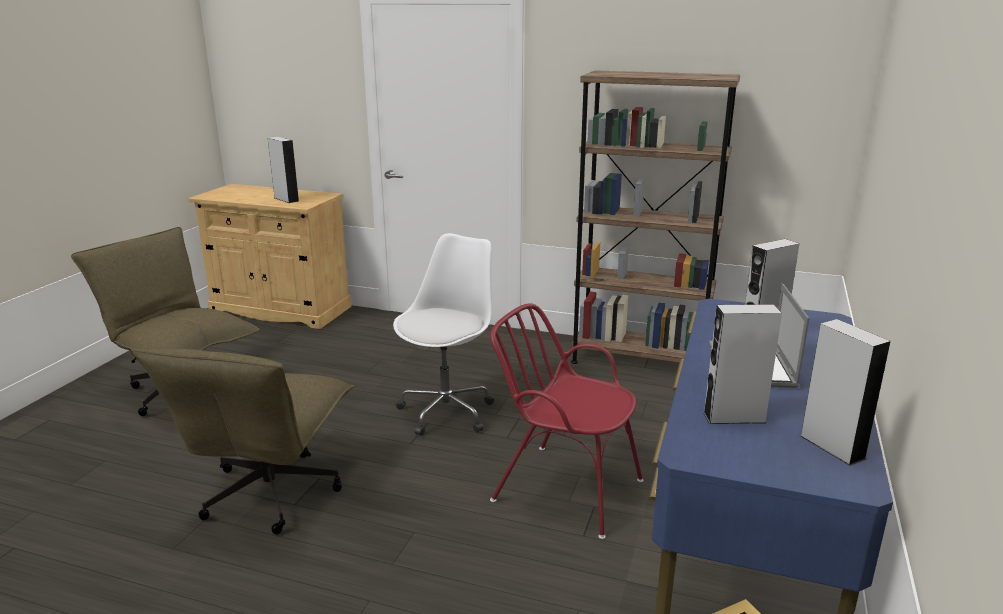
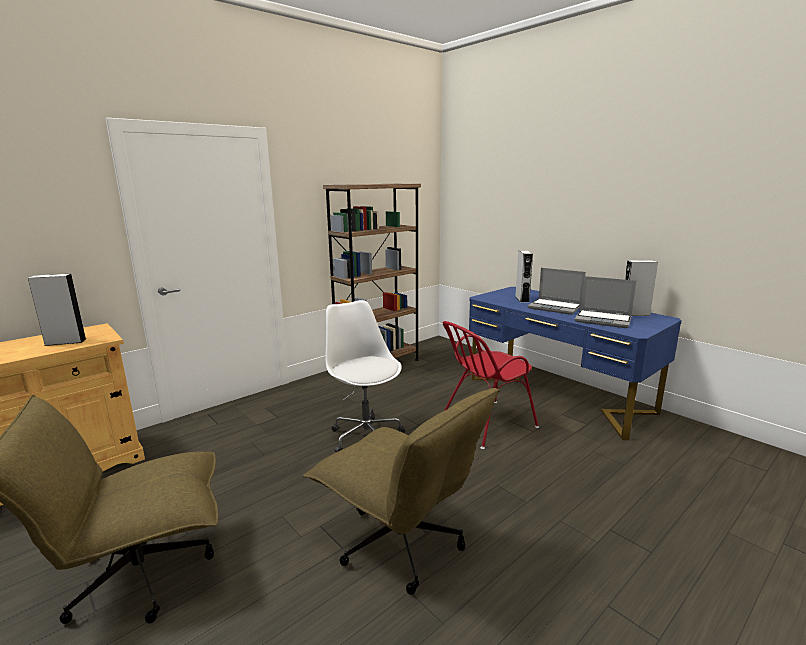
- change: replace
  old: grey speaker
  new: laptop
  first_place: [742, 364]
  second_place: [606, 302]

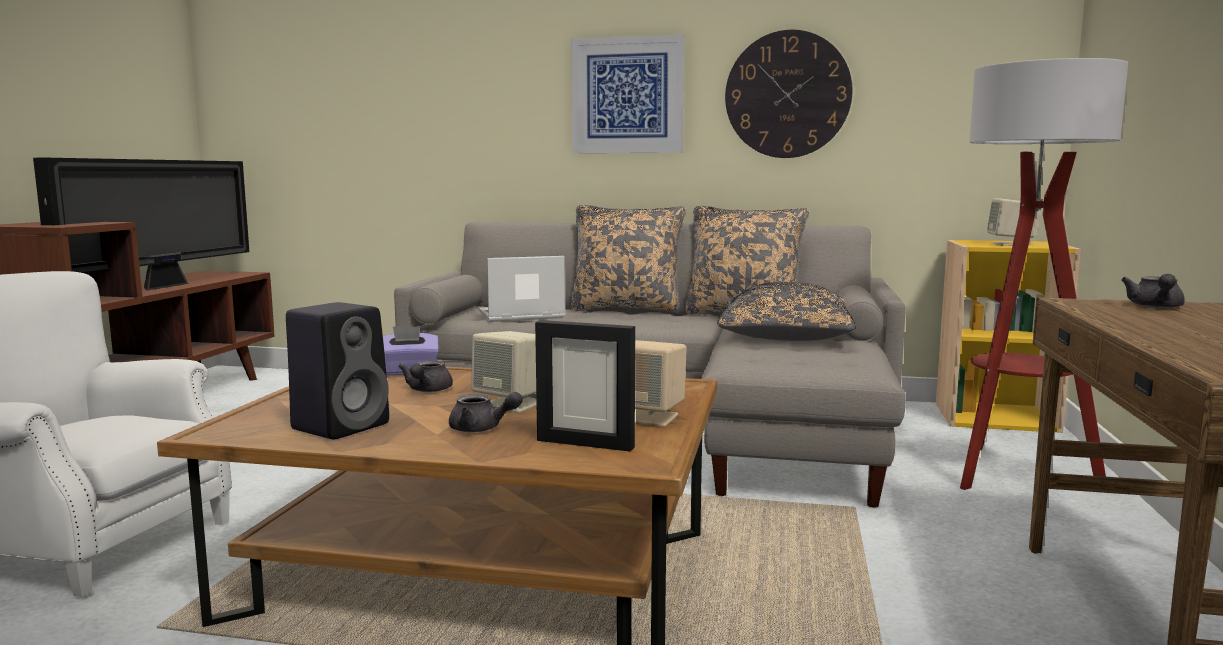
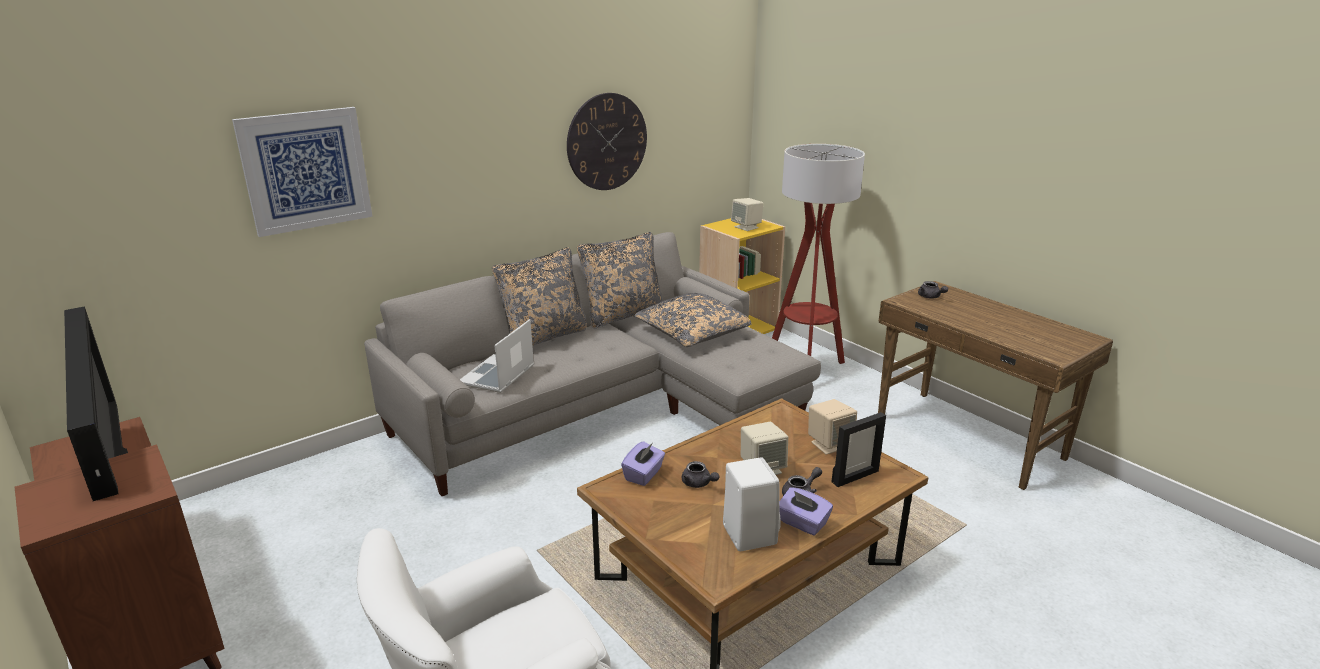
- change: move
  old: picture
  first_place: [627, 94]
  second_place: [302, 172]
- change: recolor
  old: black speaker
  new: white speaker
  first_place: [337, 370]
  second_place: [752, 504]
- change: insert
  new: purple tissue box
  second_place: [806, 511]

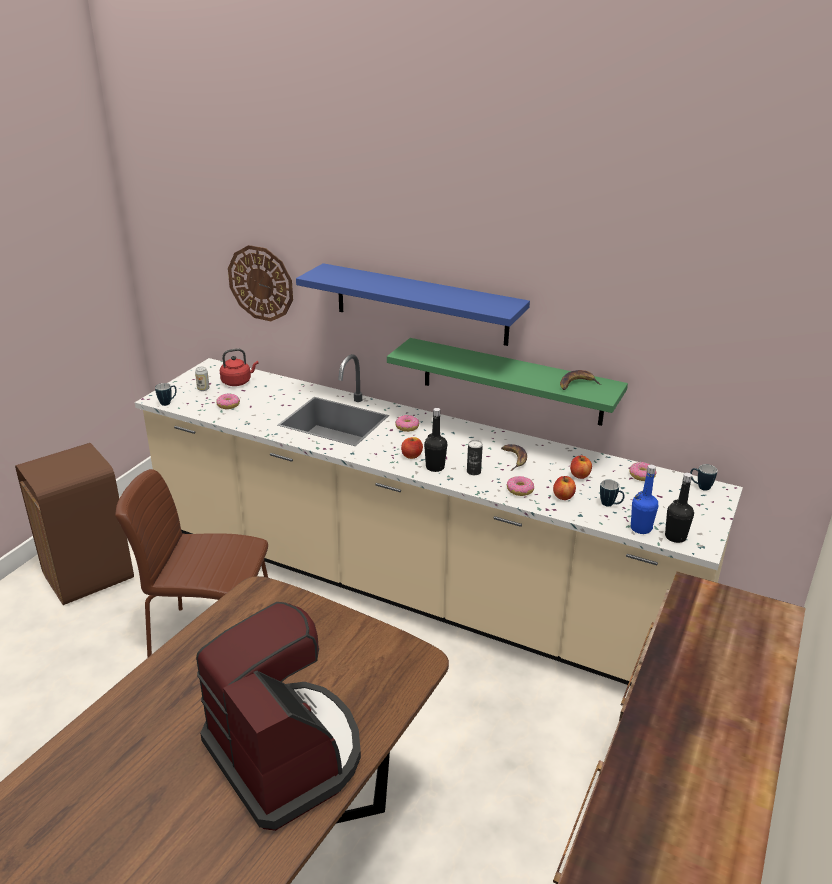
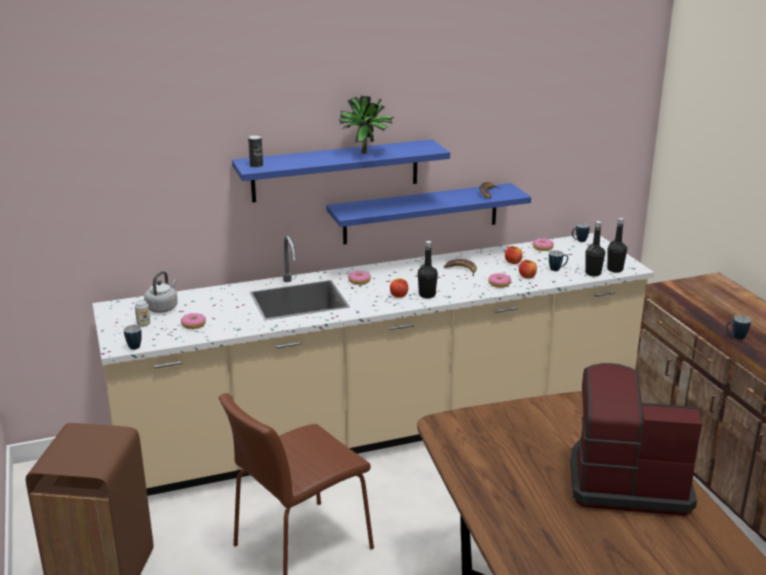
- change: recolor
  old: red kettle
  new: grey kettle
  first_place: [239, 367]
  second_place: [161, 292]
- change: move
  old: can
  first_place: [475, 457]
  second_place: [255, 151]
- change: recolor
  old: green shelf
  new: blue shelf
  first_place: [507, 382]
  second_place: [429, 213]
- change: insert
  new: potted plant
  second_place: [366, 124]
- change: recolor
  old: blue bottle
  new: black bottle
  first_place: [644, 499]
  second_place: [595, 248]
- change: insert
  new: mug
  second_place: [738, 327]
- change: delete
  old: wall clock
  first_place: [260, 283]

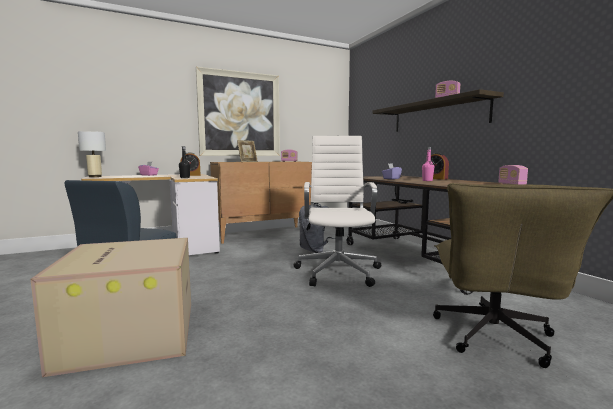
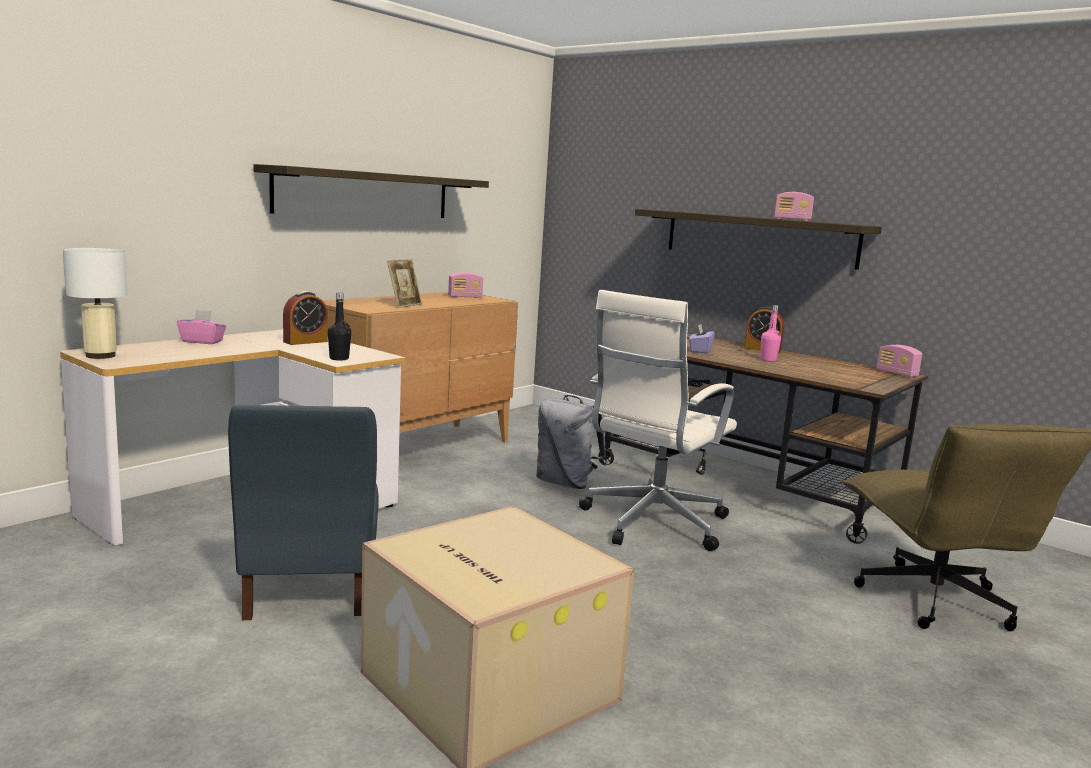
- change: replace
  old: picture
  new: shelf
  first_place: [238, 111]
  second_place: [371, 191]
- change: rotate
  old: white office chair
  first_place: [337, 211]
  second_place: [658, 420]
  degrees: -120

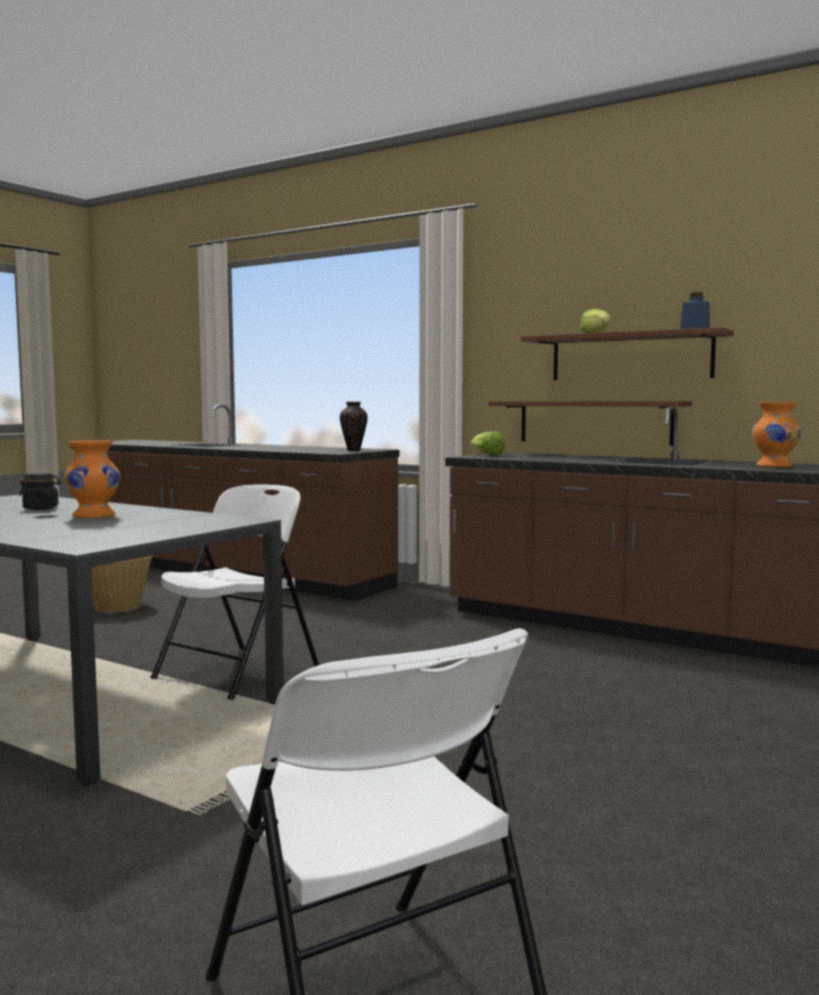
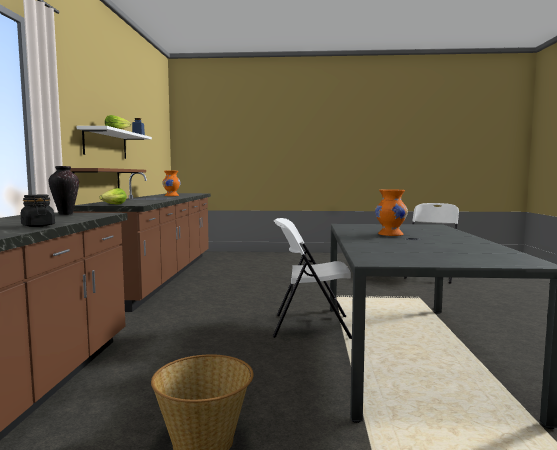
- change: move
  old: black jar
  first_place: [40, 491]
  second_place: [38, 211]
- change: recolor
  old: brown shelf
  new: white shelf
  first_place: [627, 353]
  second_place: [114, 142]

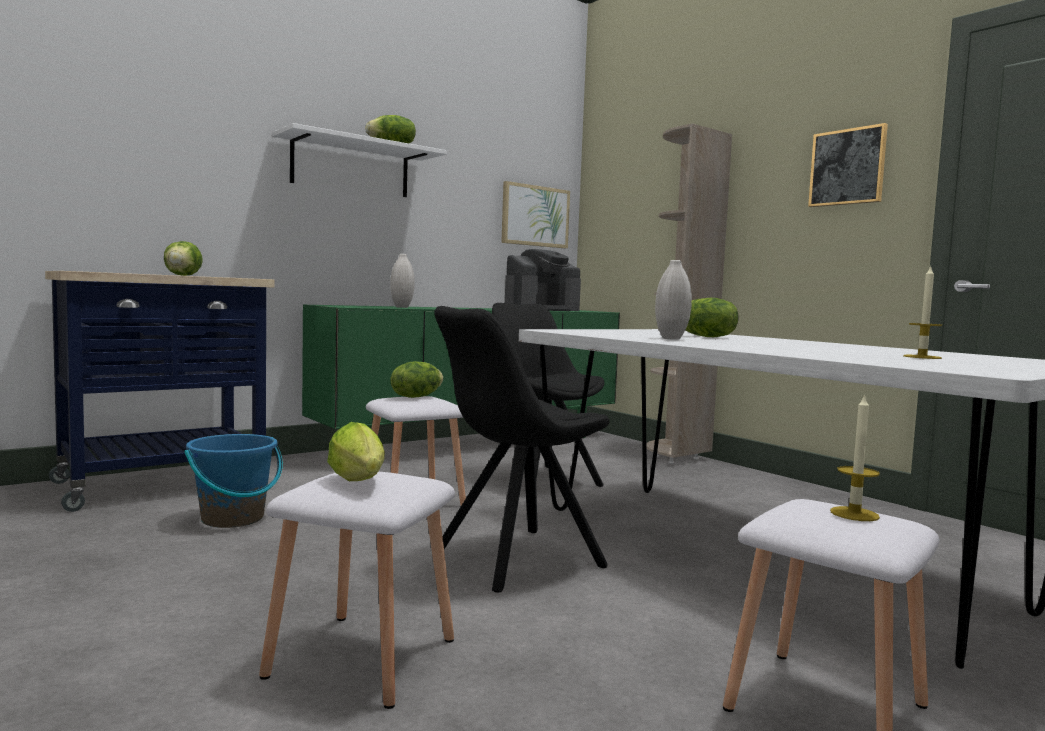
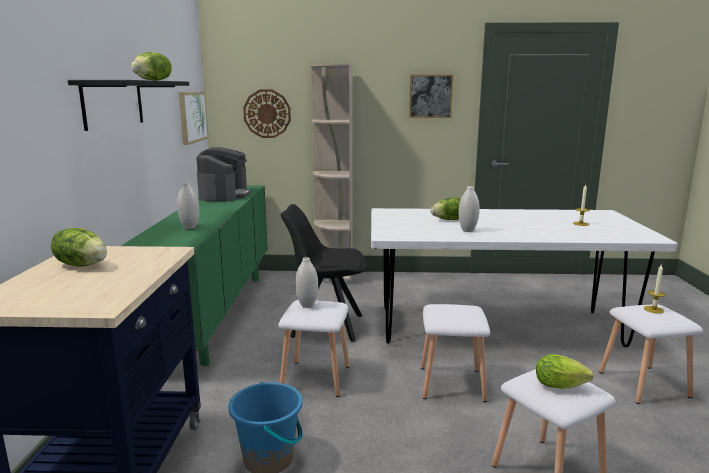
- change: recolor
  old: white shelf
  new: black shelf
  first_place: [360, 160]
  second_place: [128, 105]
- change: insert
  new: wall clock
  second_place: [267, 114]
- change: replace
  old: lettuce
  new: white vase
  first_place: [416, 379]
  second_place: [306, 282]
- change: replace
  old: black chair
  new: white stool
  first_place: [522, 449]
  second_place: [455, 353]

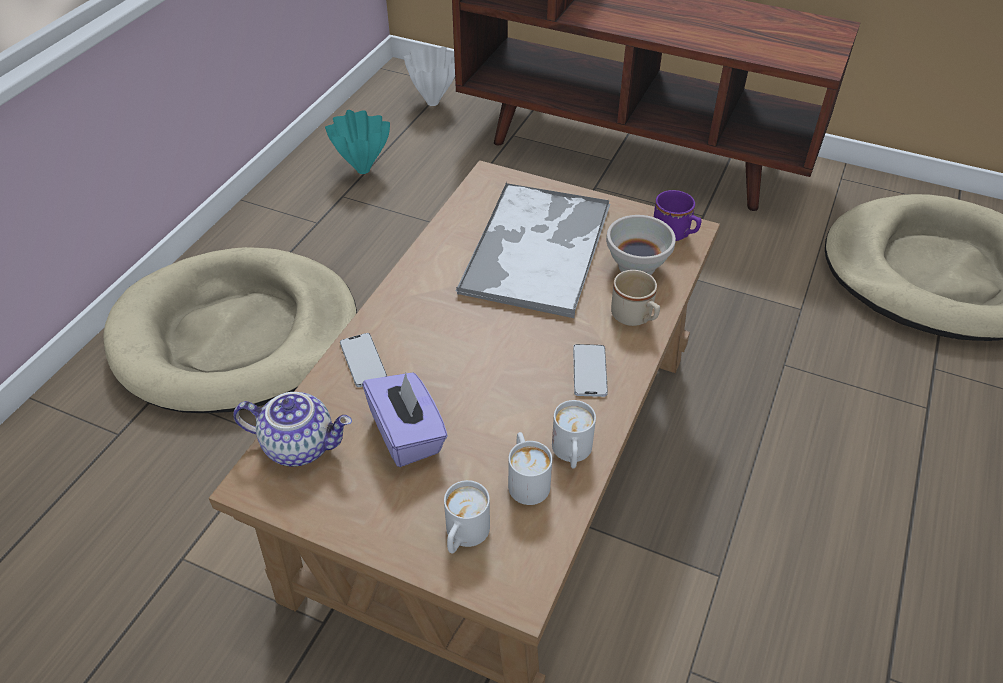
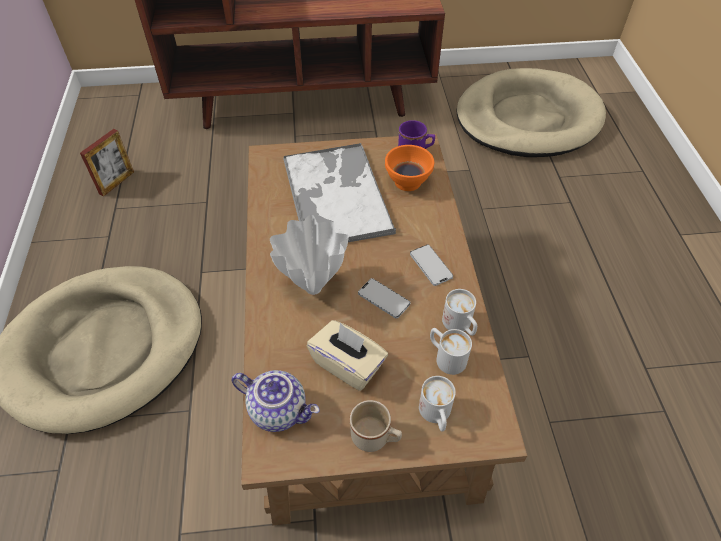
- change: replace
  old: turquoise vase
  new: picture frame
  first_place: [357, 142]
  second_place: [107, 163]
- change: rotate
  old: teapot
  first_place: [292, 429]
  second_place: [275, 401]
  degrees: 45
- change: move
  old: white vase
  first_place: [429, 76]
  second_place: [309, 255]
- change: recolor
  old: purple tissue box
  new: beige tissue box
  first_place: [405, 419]
  second_place: [347, 355]
- change: move
  old: beige mug
  first_place: [635, 298]
  second_place: [376, 426]
- change: move
  old: phone
  first_place: [363, 360]
  second_place: [384, 298]
- change: recolor
  old: white bowl
  new: orange bowl
  first_place: [641, 245]
  second_place: [409, 168]

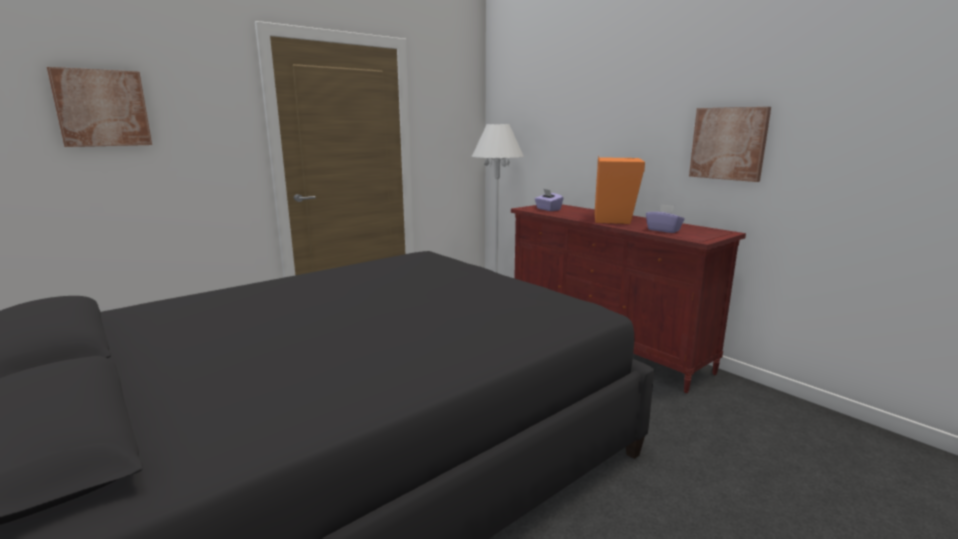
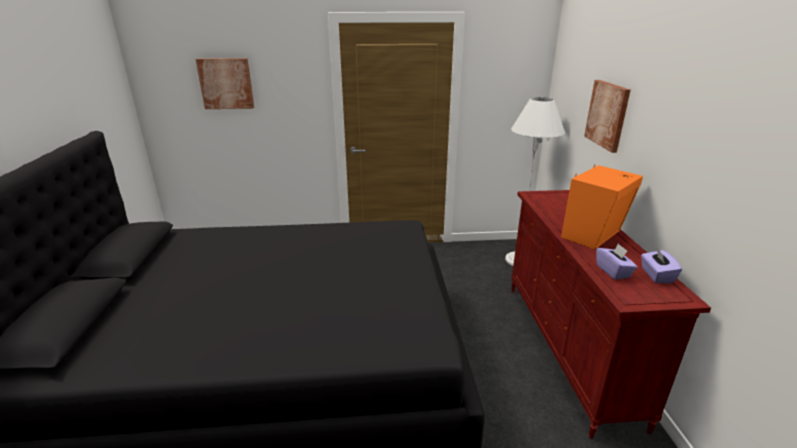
- change: move
  old: picture
  first_place: [730, 144]
  second_place: [607, 116]
- change: move
  old: purple tissue box
  first_place: [549, 200]
  second_place: [661, 265]

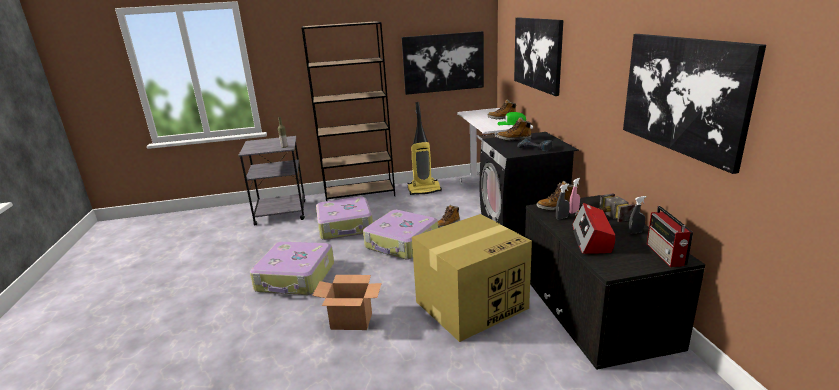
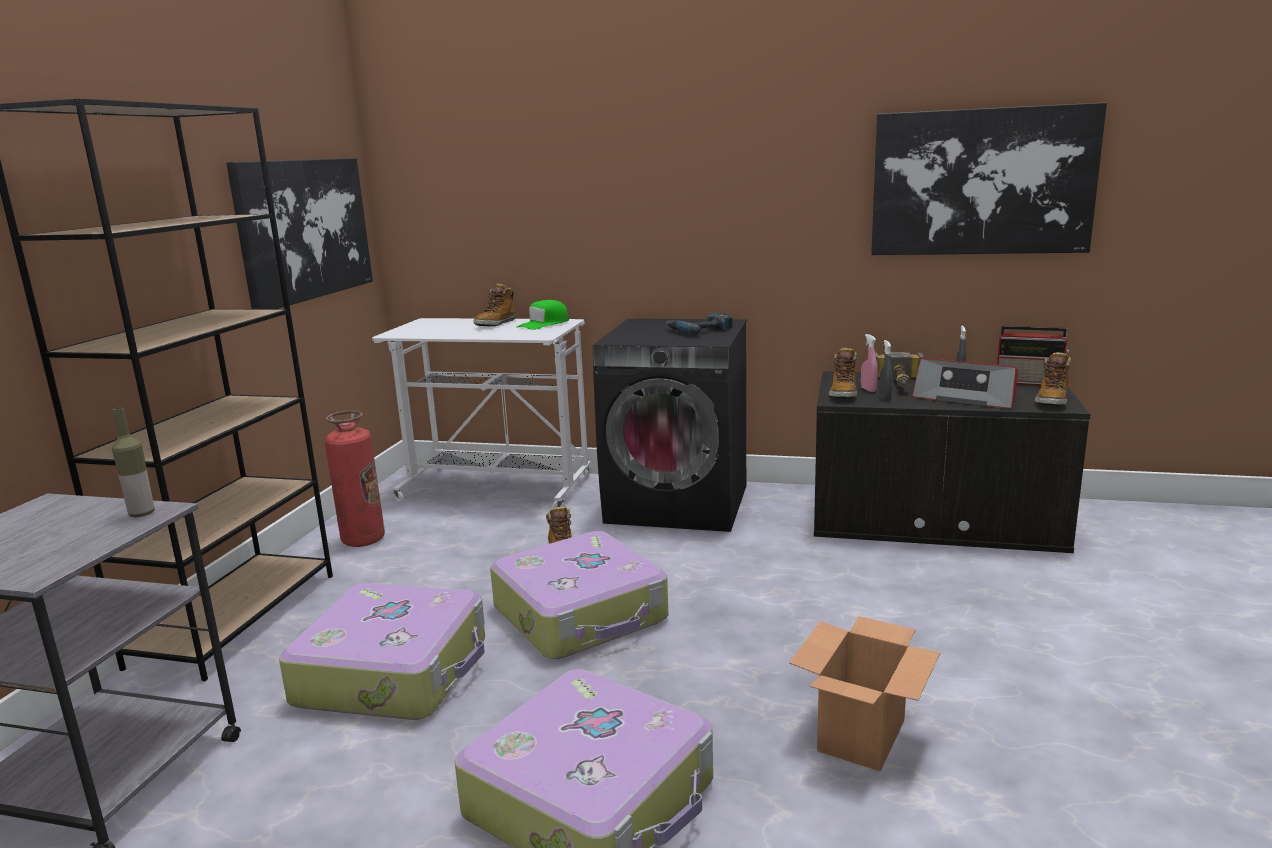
- change: replace
  old: vacuum cleaner
  new: fire extinguisher
  first_place: [425, 148]
  second_place: [355, 478]
- change: move
  old: boot
  first_place: [514, 129]
  second_place: [1053, 379]
- change: delete
  old: cardboard box
  first_place: [472, 278]
- change: delete
  old: picture
  first_place: [538, 56]

